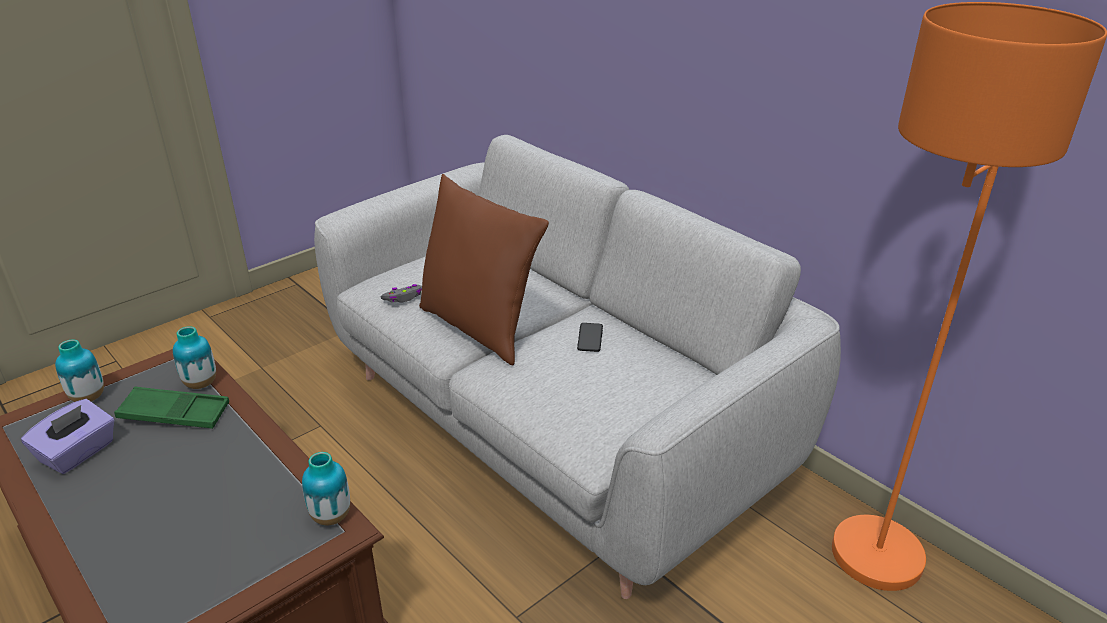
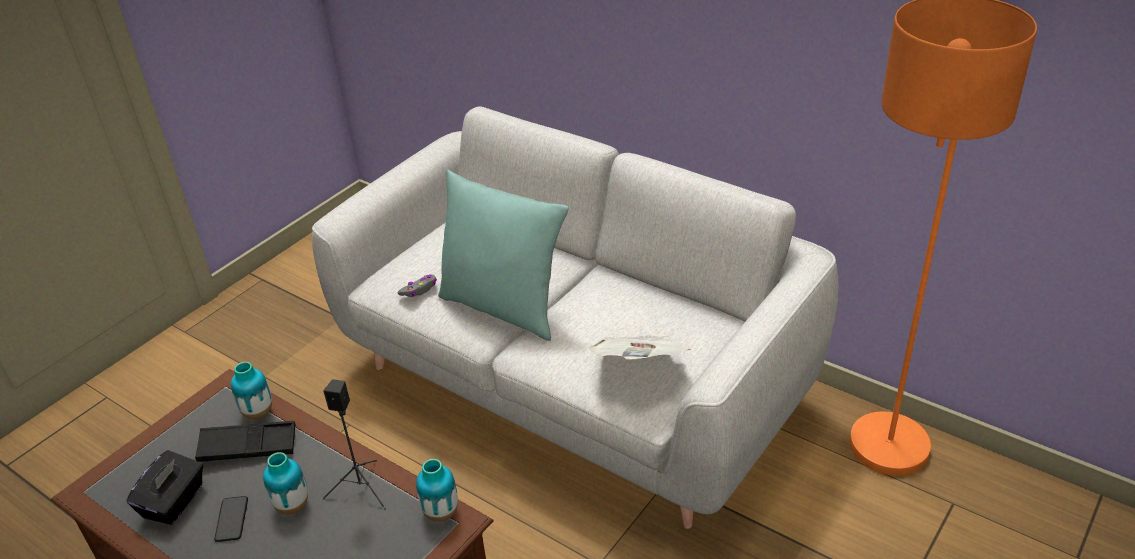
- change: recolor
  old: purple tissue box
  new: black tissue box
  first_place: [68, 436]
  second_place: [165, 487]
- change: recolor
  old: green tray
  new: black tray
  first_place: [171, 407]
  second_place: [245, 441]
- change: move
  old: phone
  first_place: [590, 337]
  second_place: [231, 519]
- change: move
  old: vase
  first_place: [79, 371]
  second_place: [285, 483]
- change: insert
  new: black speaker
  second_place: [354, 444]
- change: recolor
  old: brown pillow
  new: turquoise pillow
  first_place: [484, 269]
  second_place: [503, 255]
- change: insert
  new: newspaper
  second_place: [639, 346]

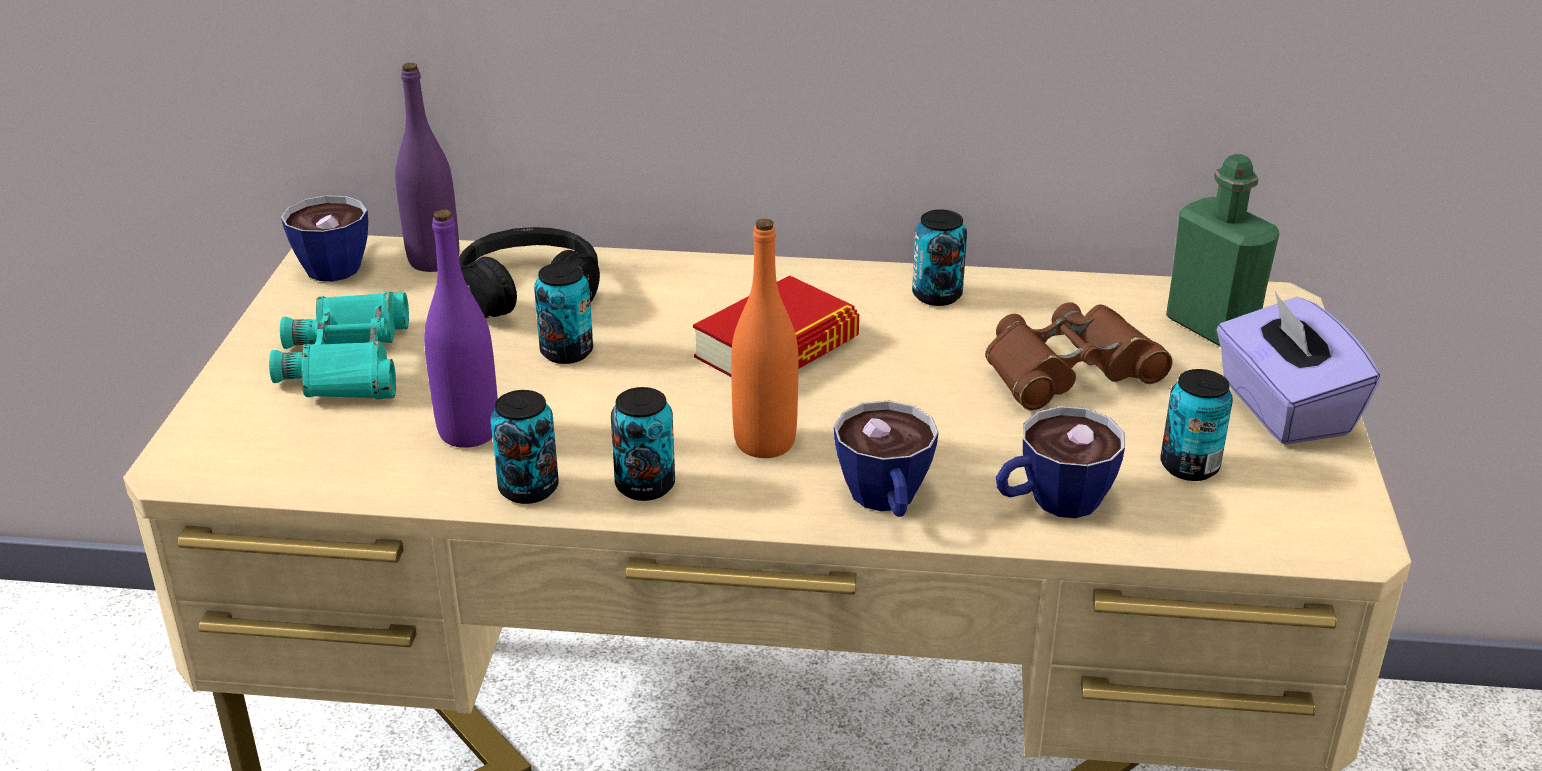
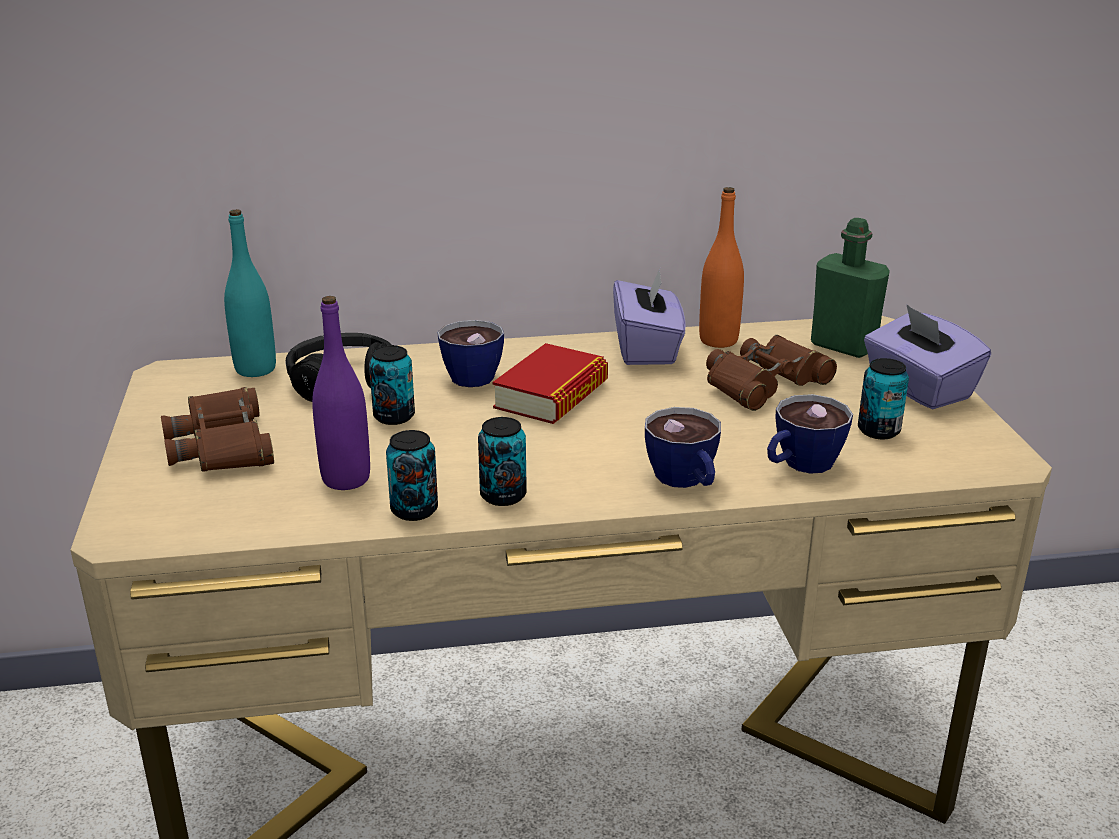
- change: recolor
  old: turquoise binoculars
  new: brown binoculars
  first_place: [339, 345]
  second_place: [217, 429]
- change: recolor
  old: purple bottle
  new: turquoise bottle
  first_place: [427, 167]
  second_place: [250, 293]
- change: move
  old: cup
  first_place: [324, 238]
  second_place: [470, 353]
- change: replace
  old: can
  new: purple tissue box
  first_place: [939, 257]
  second_place: [649, 316]
- change: move
  old: orange bottle
  first_place: [764, 338]
  second_place: [721, 267]

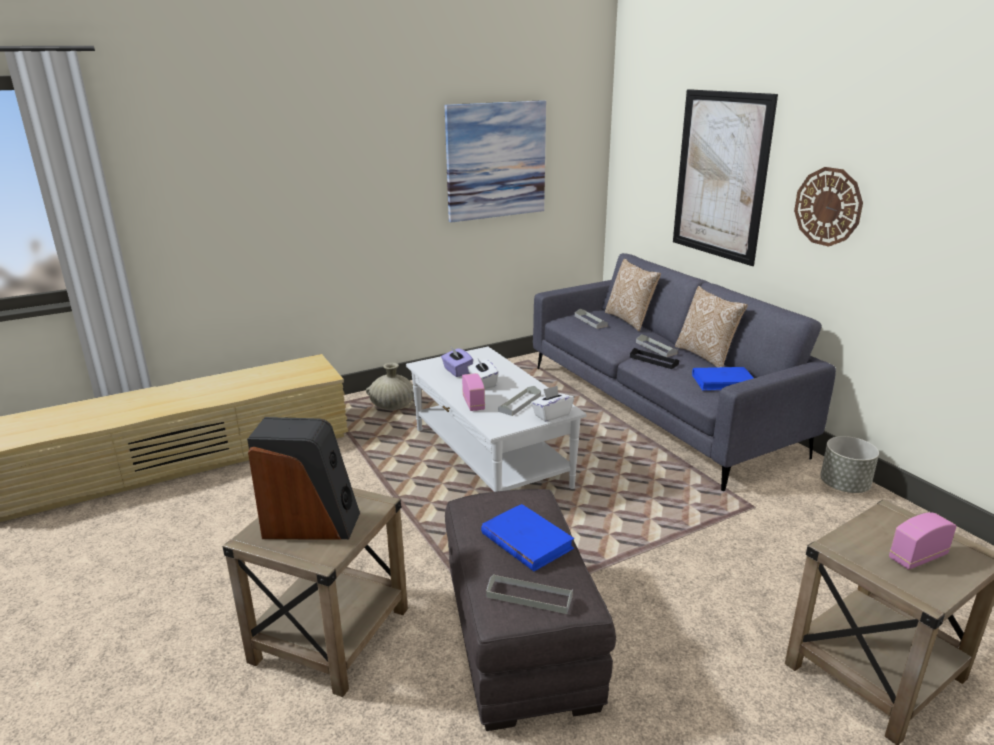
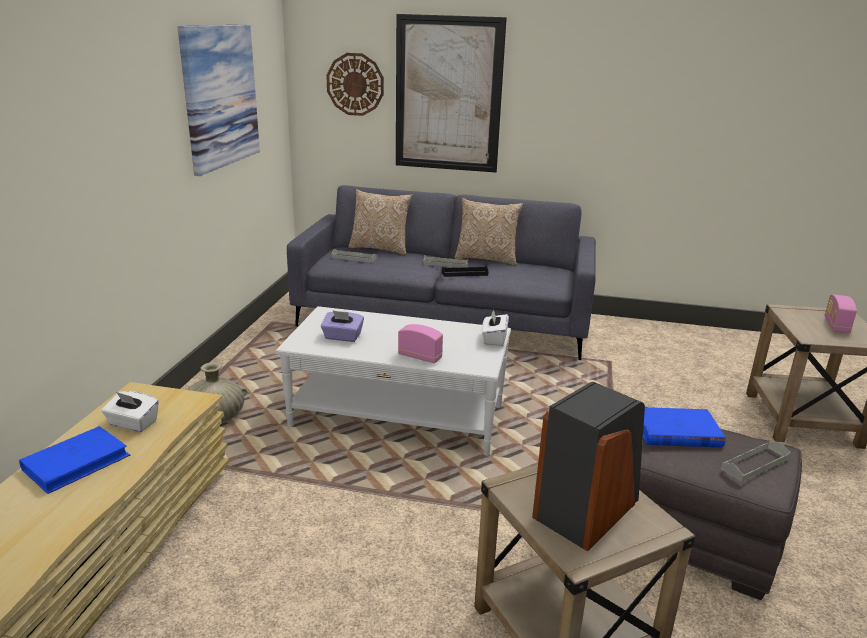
- change: move
  old: blue book
  first_place: [723, 379]
  second_place: [74, 460]
- change: move
  old: white tissue box
  first_place: [483, 374]
  second_place: [130, 411]
- change: move
  old: wall clock
  first_place: [828, 207]
  second_place: [355, 84]
- change: delete
  old: grey tray
  first_place: [519, 401]
- change: delete
  old: grey planter
  first_place: [849, 464]

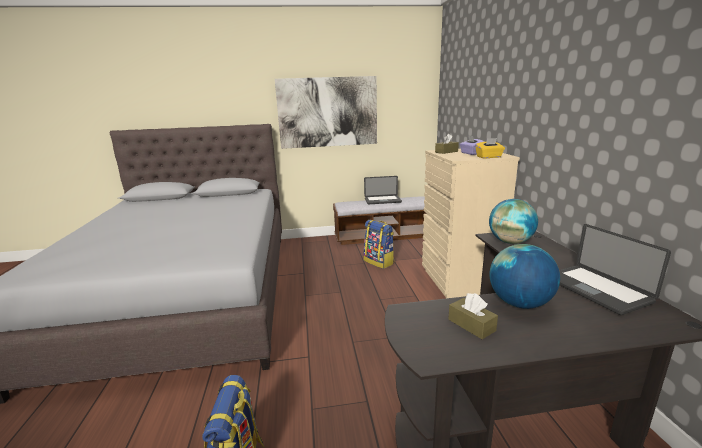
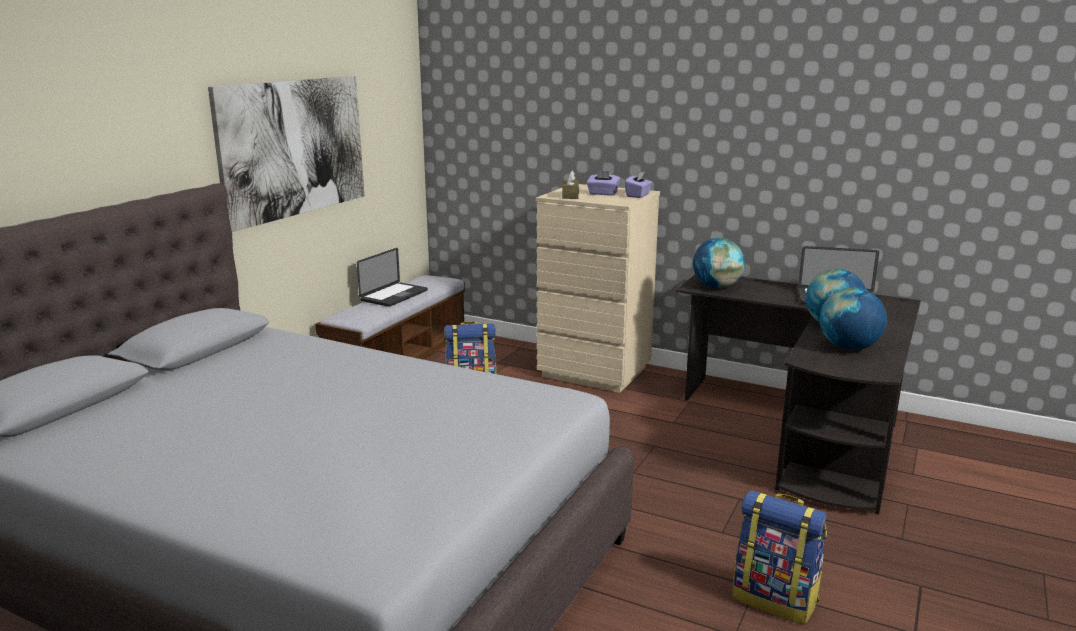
- change: recolor
  old: yellow tissue box
  new: purple tissue box
  first_place: [490, 148]
  second_place: [638, 184]
- change: replace
  old: brown tissue box
  new: globe
  first_place: [473, 316]
  second_place: [853, 319]

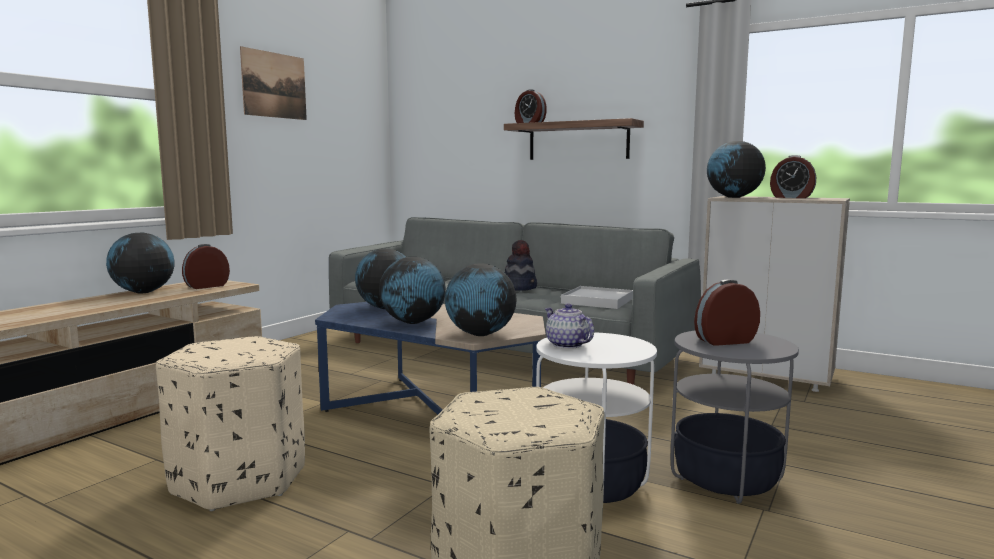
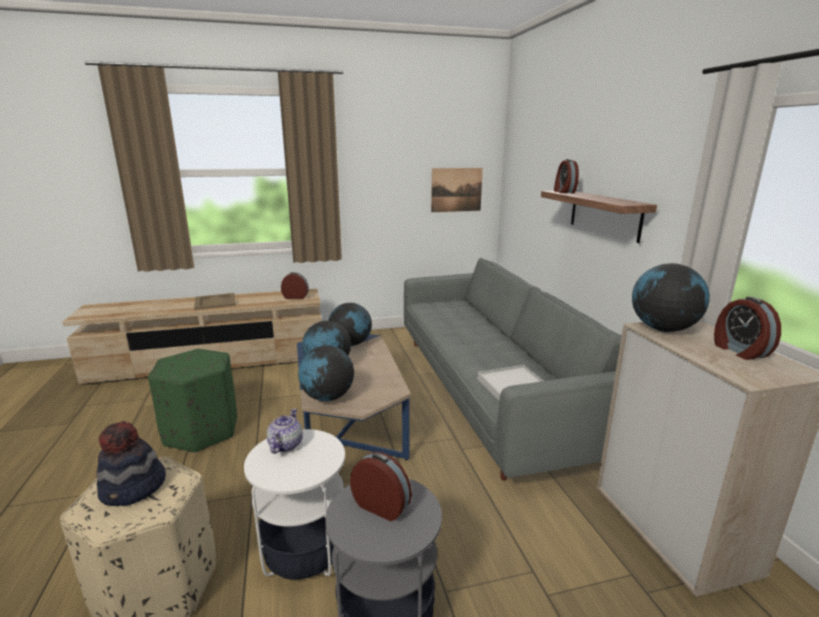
- change: move
  old: hat
  first_place: [521, 265]
  second_place: [131, 463]
- change: recolor
  old: beige ottoman
  new: green ottoman
  first_place: [230, 423]
  second_place: [192, 401]
- change: insert
  new: beige tray
  second_place: [215, 301]
- change: move
  old: picture
  first_place: [273, 83]
  second_place: [457, 190]
- change: delete
  old: globe
  first_place: [140, 263]

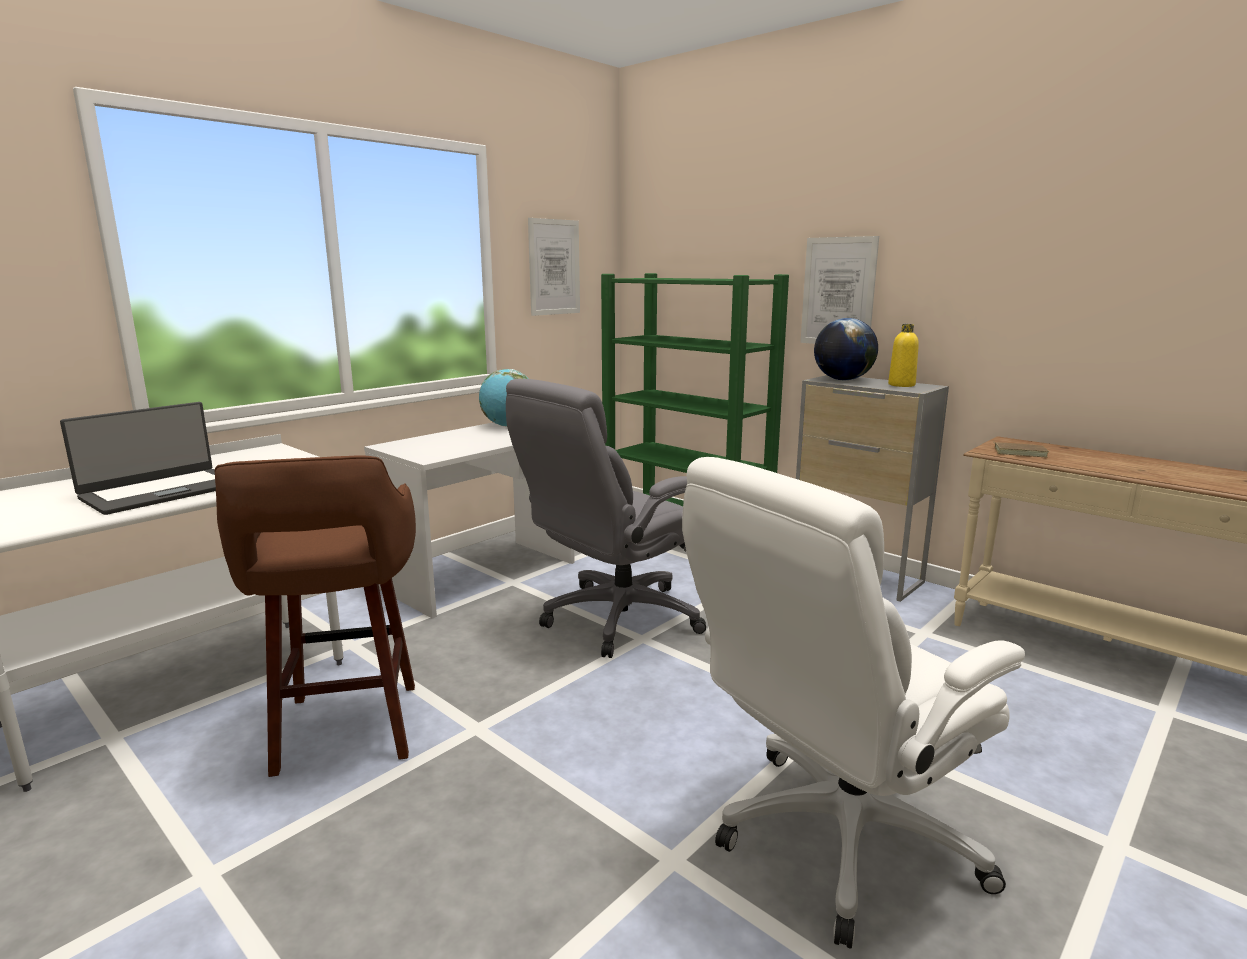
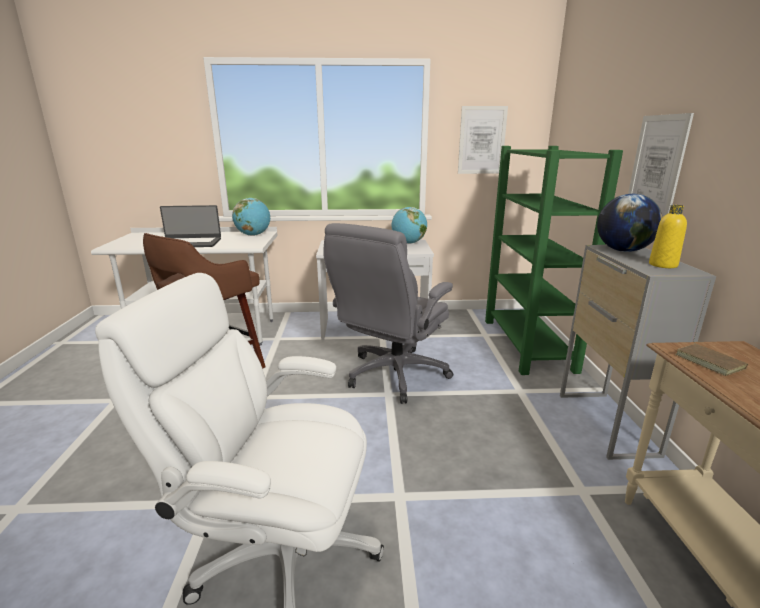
- change: insert
  new: globe
  second_place: [251, 217]
- change: rotate
  old: grey office chair
  first_place: [606, 518]
  second_place: [388, 313]
  degrees: -60

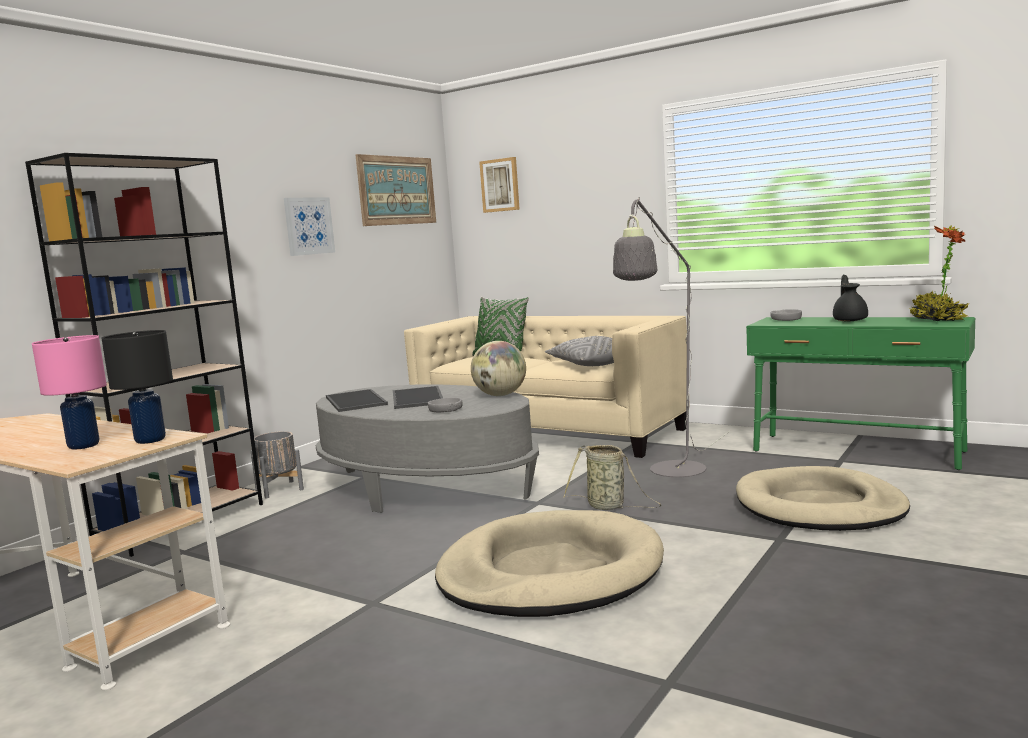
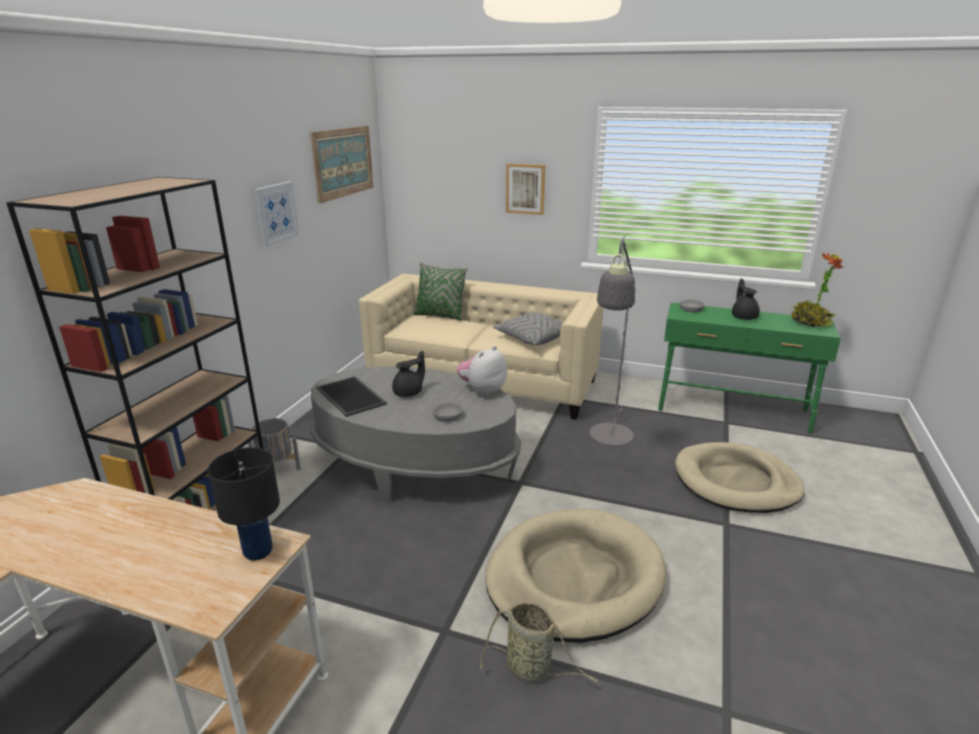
- change: replace
  old: tray
  new: black teapot
  first_place: [418, 397]
  second_place: [408, 374]
- change: replace
  old: globe
  new: plush toy
  first_place: [498, 368]
  second_place: [482, 371]
- change: move
  old: basket
  first_place: [612, 477]
  second_place: [539, 642]
- change: move
  old: picture
  first_place: [499, 185]
  second_place: [525, 189]
- change: delete
  old: pink table lamp
  first_place: [69, 392]

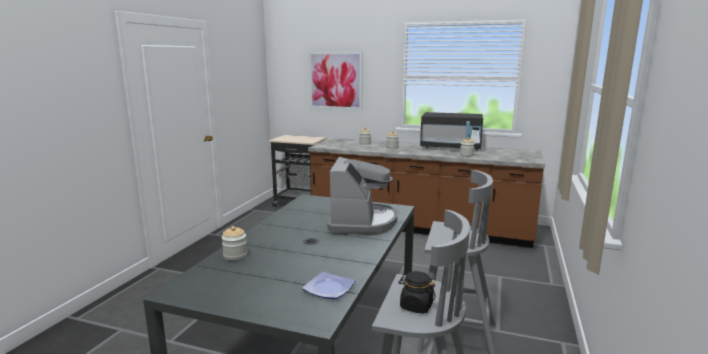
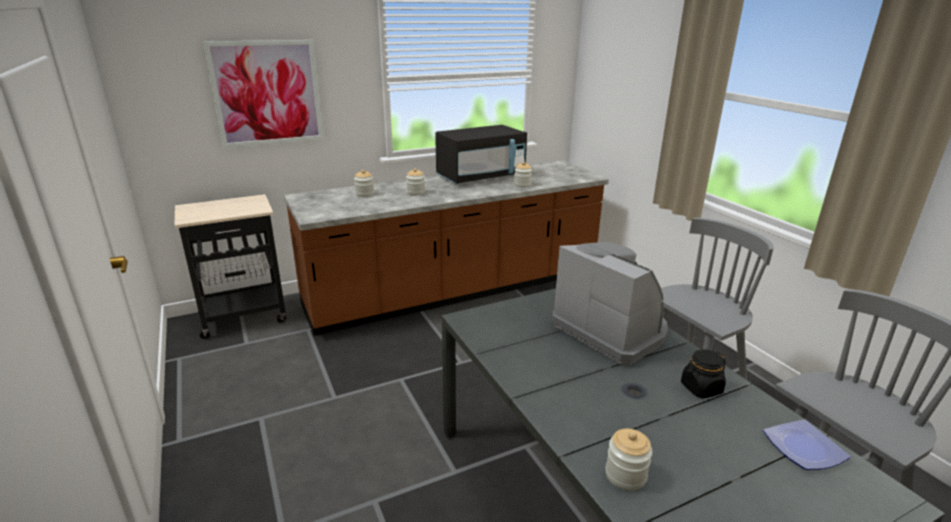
- change: move
  old: black jar
  first_place: [417, 292]
  second_place: [703, 373]

